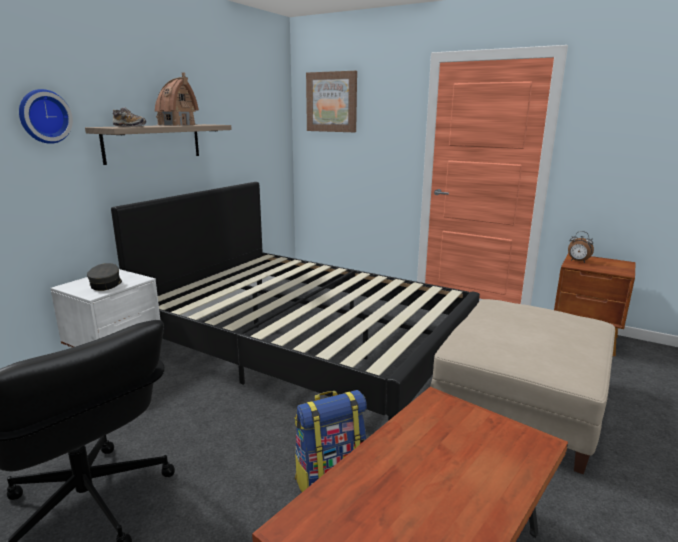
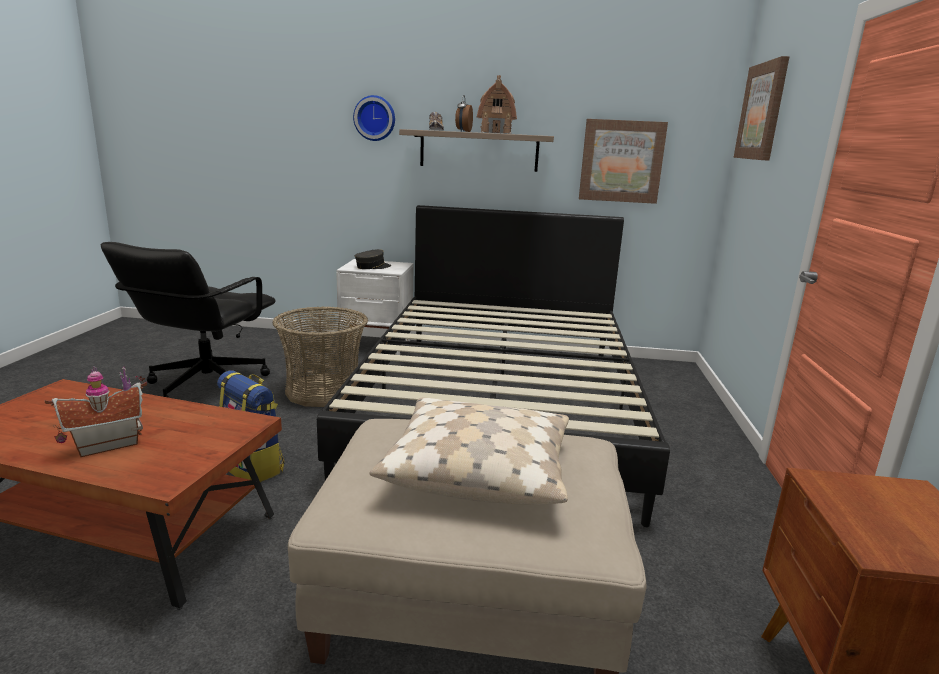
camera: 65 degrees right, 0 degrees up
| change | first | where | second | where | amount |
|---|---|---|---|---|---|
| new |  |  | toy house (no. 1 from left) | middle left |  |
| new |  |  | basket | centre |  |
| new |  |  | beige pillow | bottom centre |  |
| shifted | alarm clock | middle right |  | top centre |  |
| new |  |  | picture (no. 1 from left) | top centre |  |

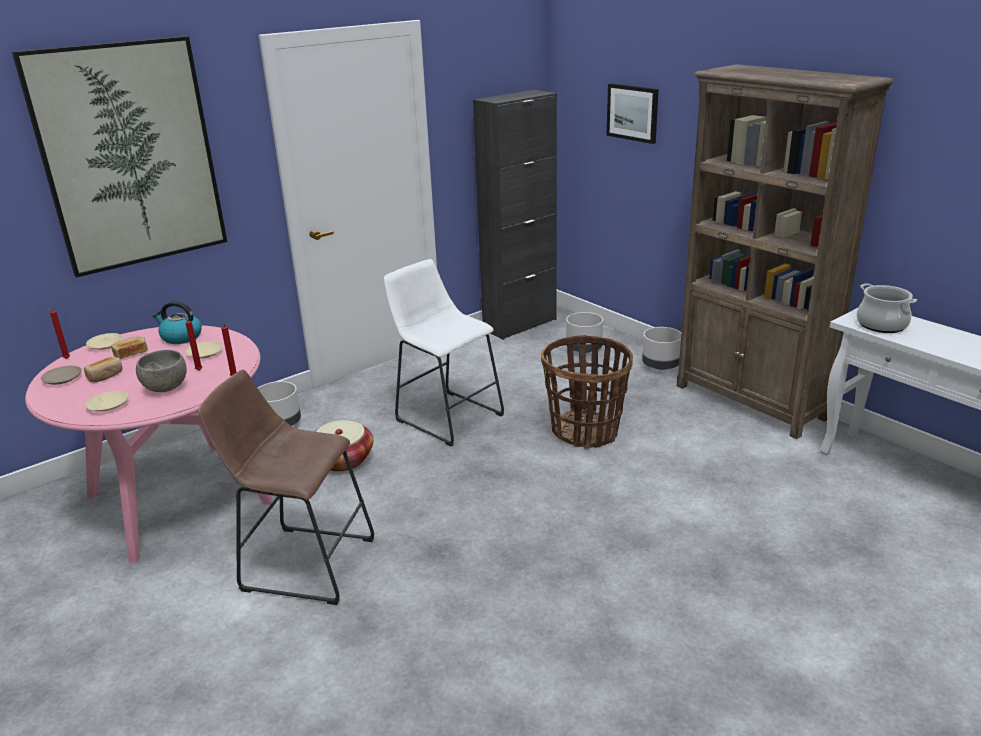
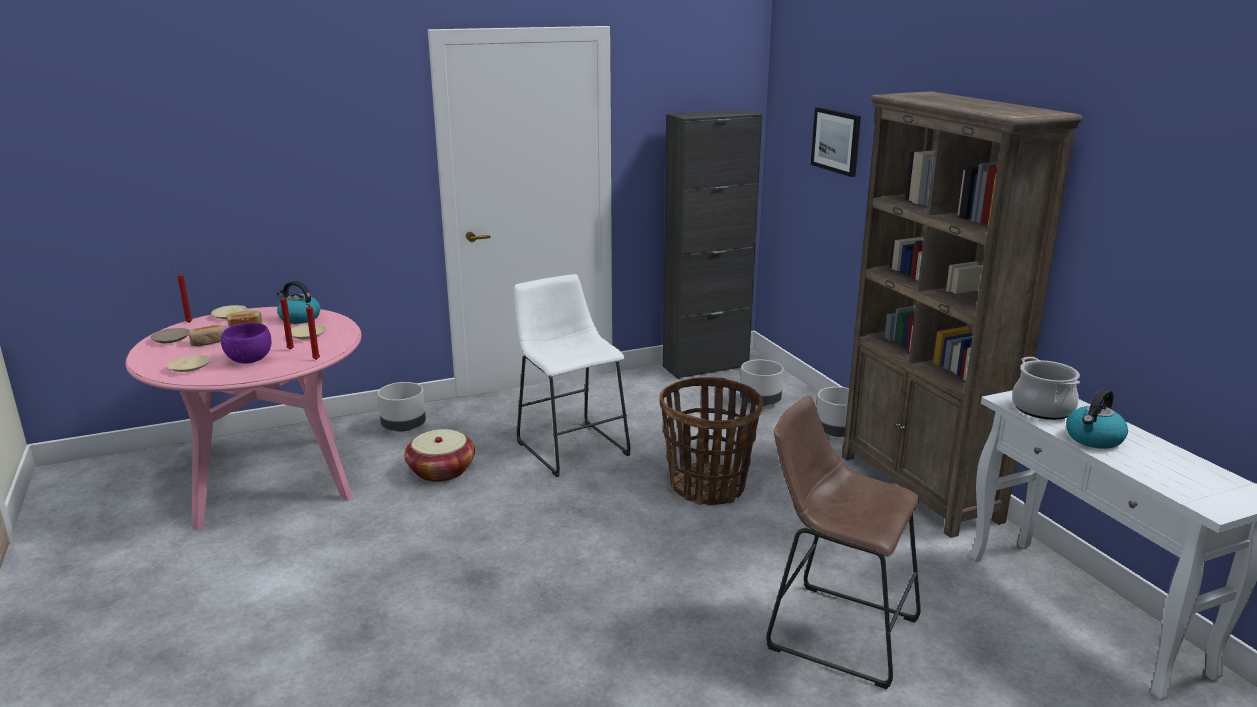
camera: 15 degrees right, 5 degrees down
| change | first | where | second | where | amount |
|---|---|---|---|---|---|
| repainted | grey bowl | middle left | purple bowl | middle left |  |
| shifted | brown stool | middle left |  | bottom right |  |
| new |  |  | kettle (no. 2 from left) | middle right |  |
| gone | picture (no. 1 from left) | top left |  |  |  |

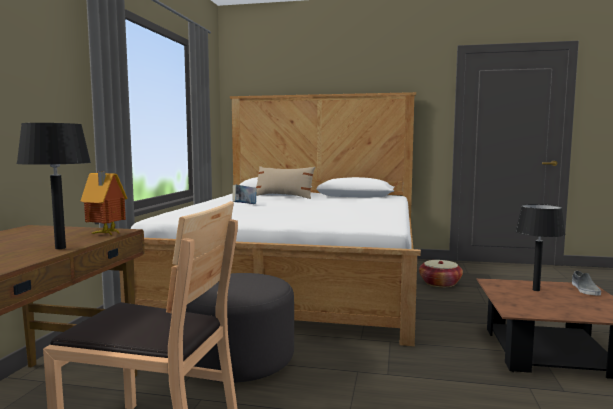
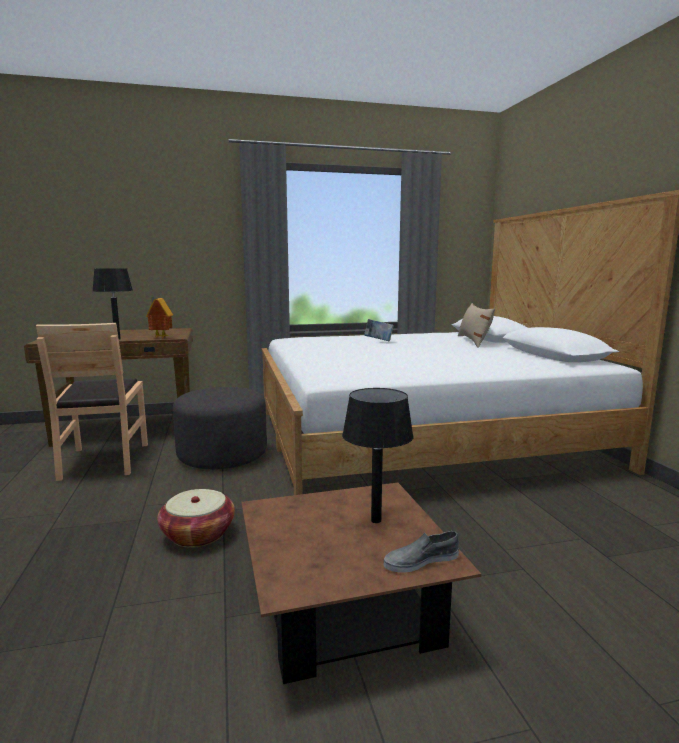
camera: 65 degrees right, 5 degrees up
| change | first | where | second | where | amount |
|---|---|---|---|---|---|
| shifted | basket | bottom right |  | bottom left |  |

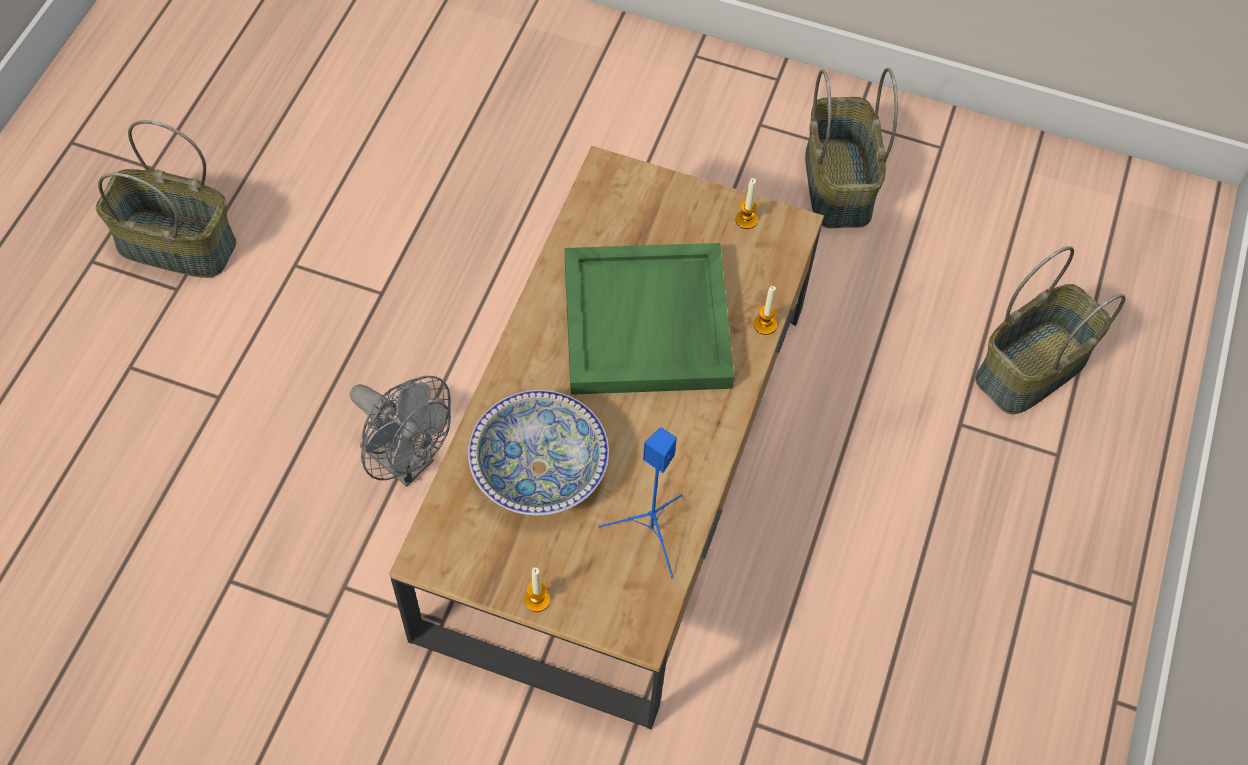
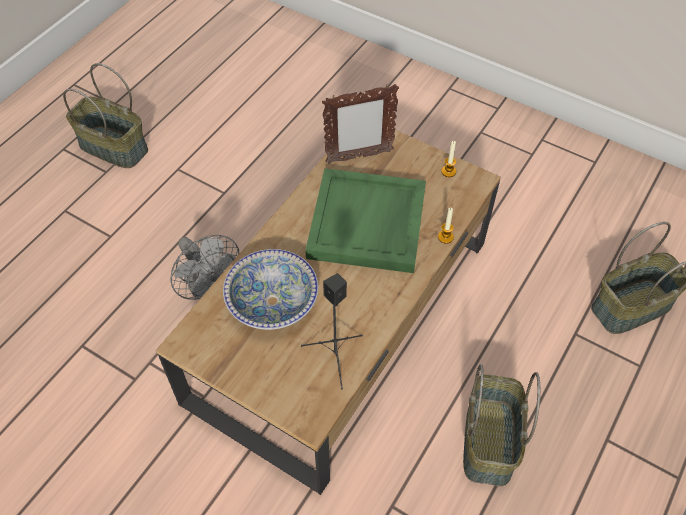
camera: 15 degrees right, 5 degrees down
| change | first | where | second | where | amount |
|---|---|---|---|---|---|
| repainted | blue speaker | centre | black speaker | centre |  |
| new |  |  | picture frame | top centre |  |
| shifted | basket (no. 2 from left) | top right |  | bottom right |  |
| gone | candle (no. 1 from left) | bottom centre |  |  |  |

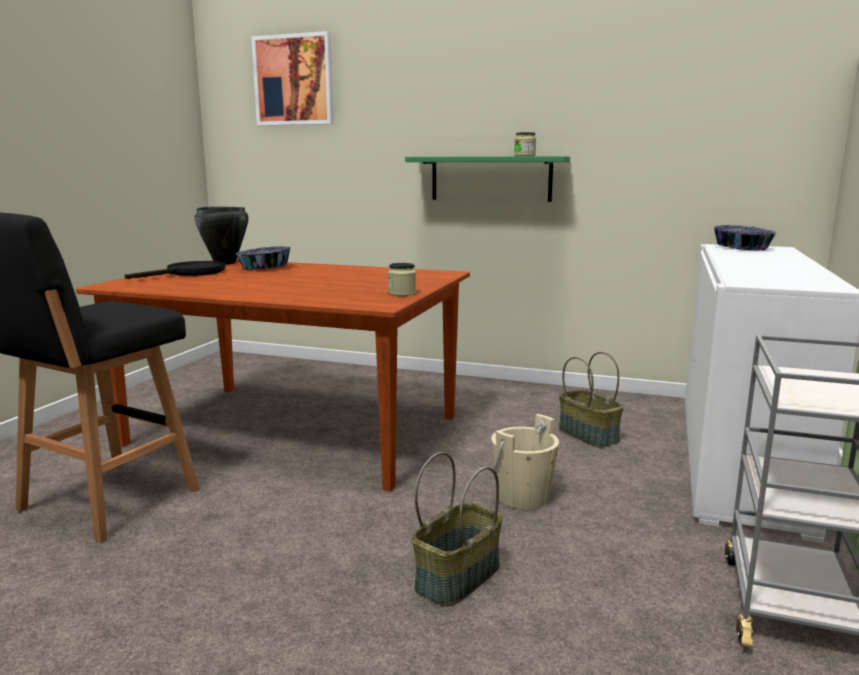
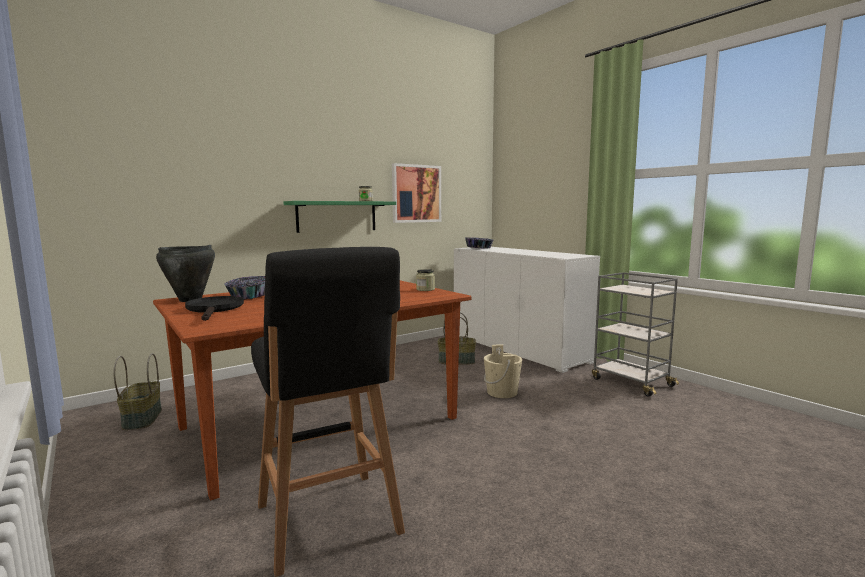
camera: 55 degrees left, 5 degrees down
| change | first | where | second | where | amount |
|---|---|---|---|---|---|
| shifted | basket (no. 1 from left) | bottom centre |  | bottom left |  |
| shifted | picture | top centre |  | centre |  |

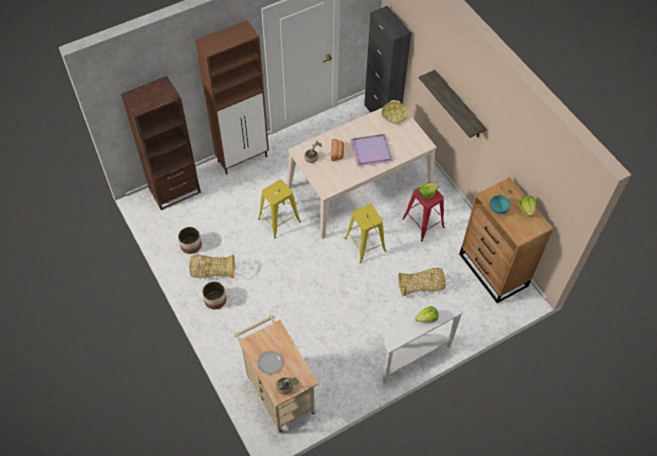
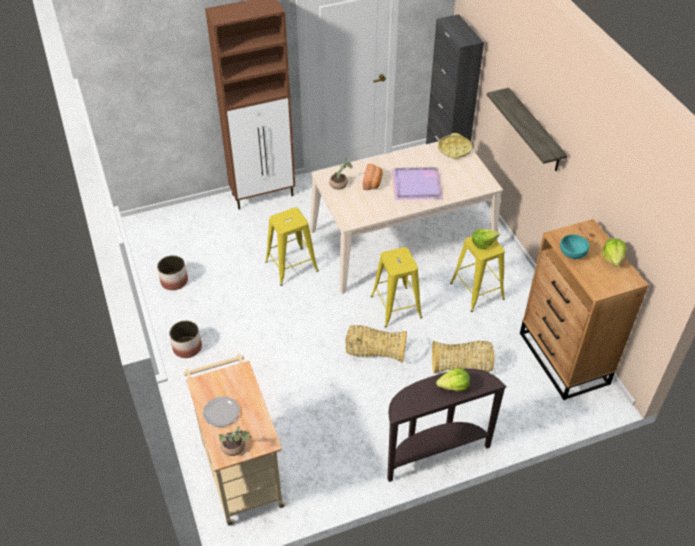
camera: 10 degrees right, 10 degrees down
| change | first | where | second | where | amount |
|---|---|---|---|---|---|
| shifted | basket (no. 1 from left) | middle left |  | centre |  |
| repainted | white console table | bottom centre | brown console table | bottom centre |  |
| repainted | red stool | centre | yellow stool (no. 3 from left) | middle right |  |
| gone | brown bookcase | top left |  |  |  |

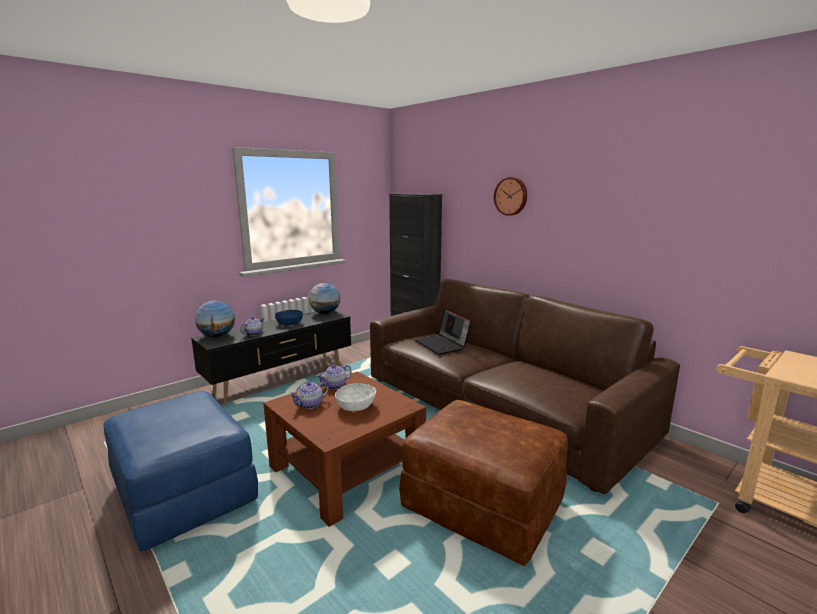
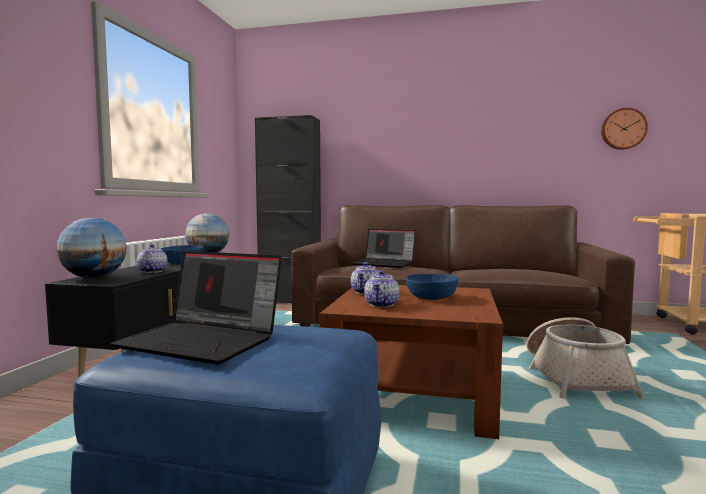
camera: 35 degrees left, 10 degrees down
| change | first | where | second | where | amount |
|---|---|---|---|---|---|
| new |  |  | laptop (no. 1 from left) | middle left |  |
| repainted | white bowl | centre | blue bowl (no. 2 from left) | centre |  |
| swapped | brown ottoman | bottom centre | basket | bottom right |  |
| shifted | wall clock | top centre |  | top right |  |

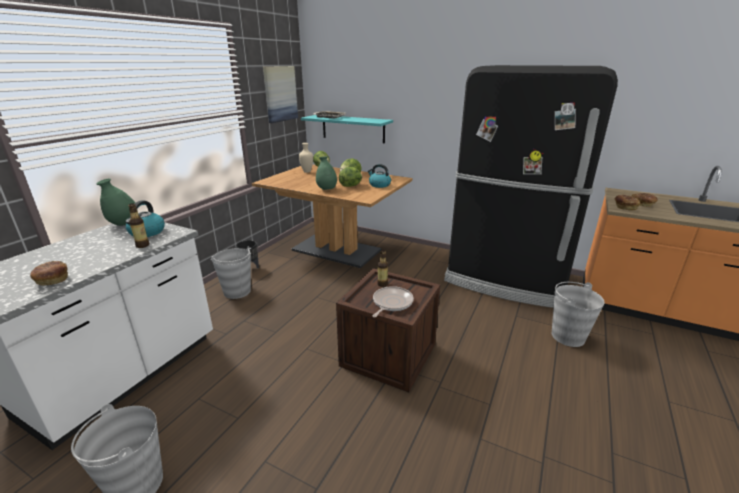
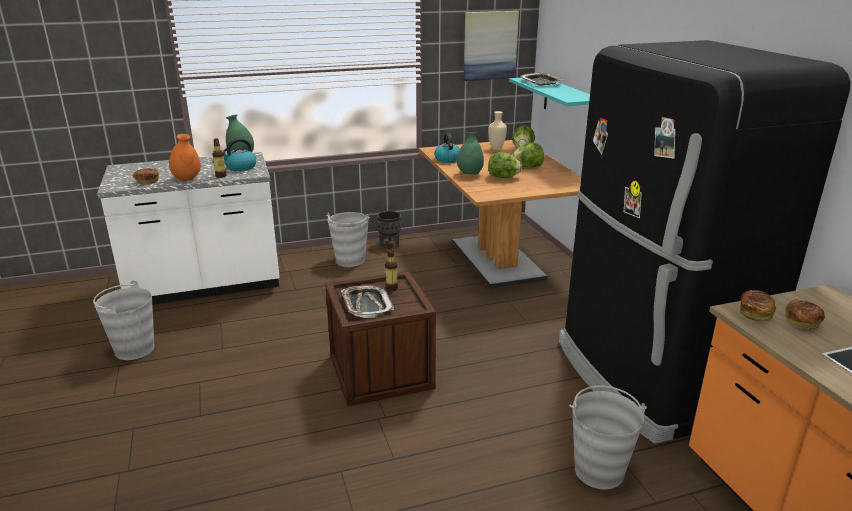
camera: 45 degrees right, 0 degrees up
| change | first | where | second | where | amount |
|---|---|---|---|---|---|
| new |  |  | orange vase | top left |  |
| swapped | frying pan | centre | tray (no. 1 from left) | centre |  |
| shifted | kettle (no. 2 from left) | centre |  | top centre |  |

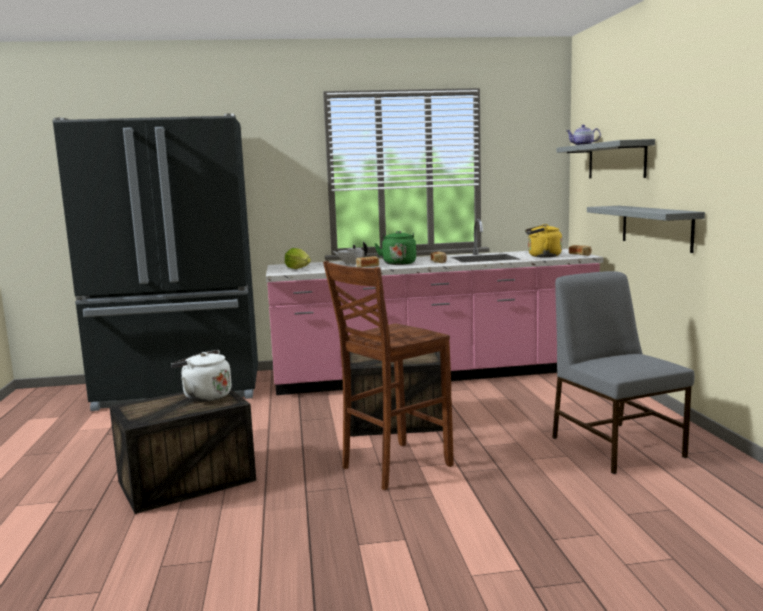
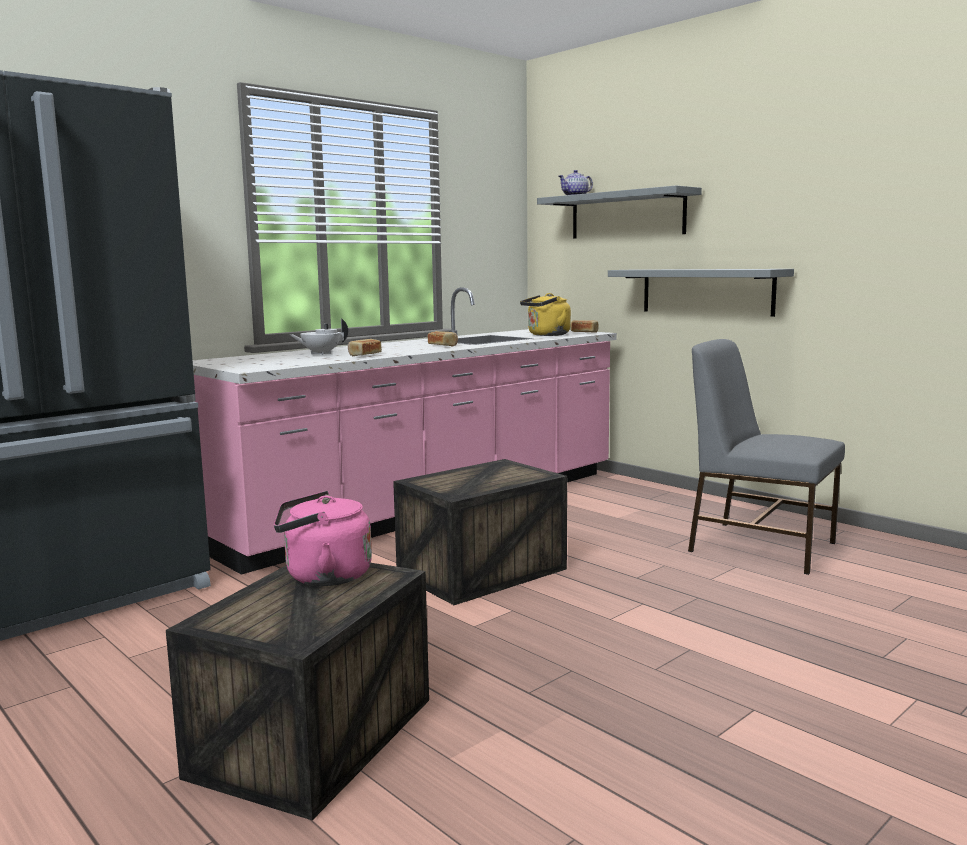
camera: 35 degrees left, 0 degrees up
| change | first | where | second | where | amount |
|---|---|---|---|---|---|
| repainted | white kettle | middle left | pink kettle | centre |  |
| gone | lettuce | centre |  |  |  |
| gone | brown stool | centre |  |  |  |
| gone | green kettle | centre |  |  |  |

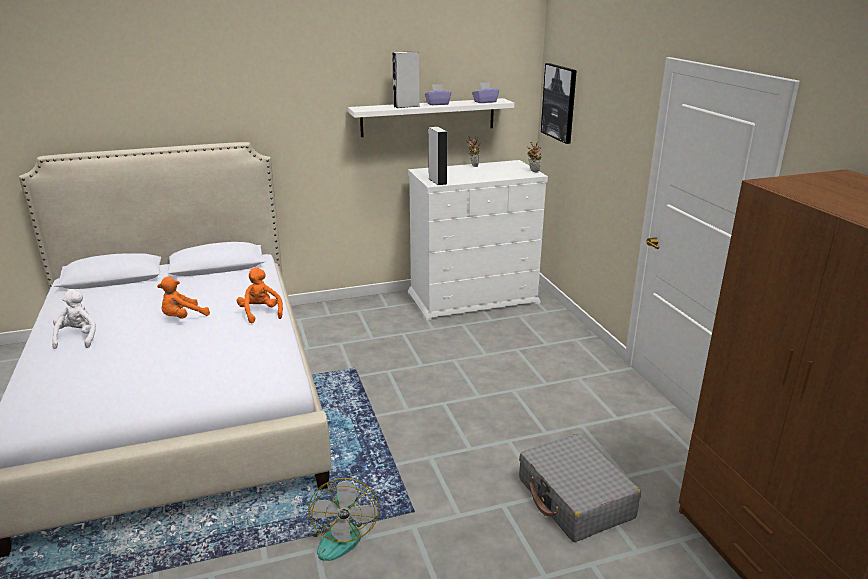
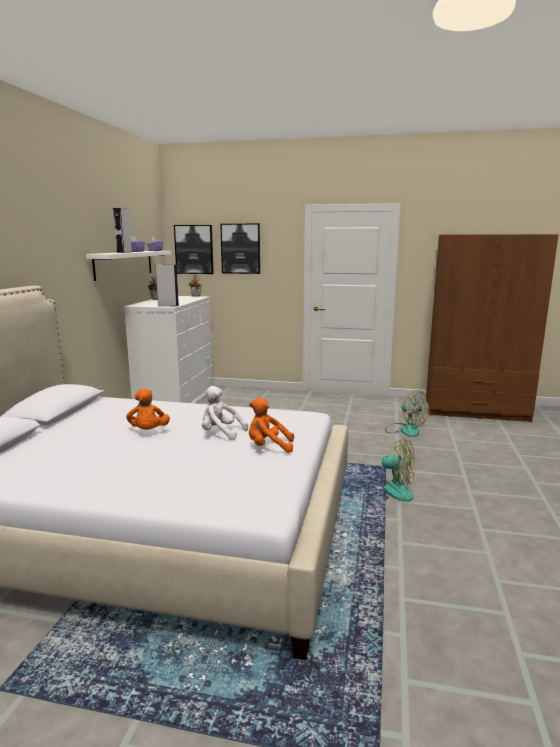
camera: 60 degrees left, 10 degrees down
| change | first | where | second | where | amount |
|---|---|---|---|---|---|
| shifted | white plush toy | middle left |  | centre |  |
| new |  |  | picture (no. 2 from left) | centre |  |
| shifted | orange plush toy (no. 2 from left) | middle left |  | centre |  |
| swapped | grey suitcase | bottom right | fan (no. 2 from left) | middle right |  |

